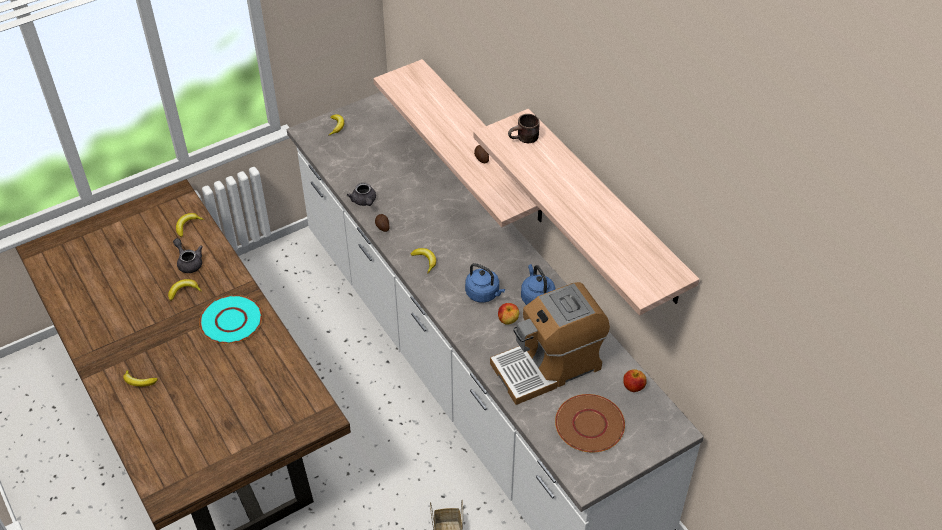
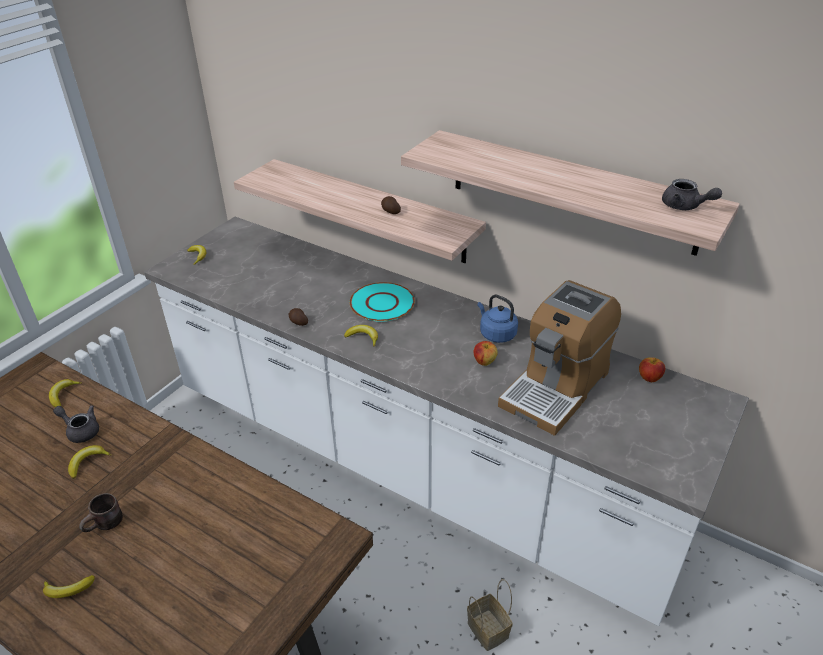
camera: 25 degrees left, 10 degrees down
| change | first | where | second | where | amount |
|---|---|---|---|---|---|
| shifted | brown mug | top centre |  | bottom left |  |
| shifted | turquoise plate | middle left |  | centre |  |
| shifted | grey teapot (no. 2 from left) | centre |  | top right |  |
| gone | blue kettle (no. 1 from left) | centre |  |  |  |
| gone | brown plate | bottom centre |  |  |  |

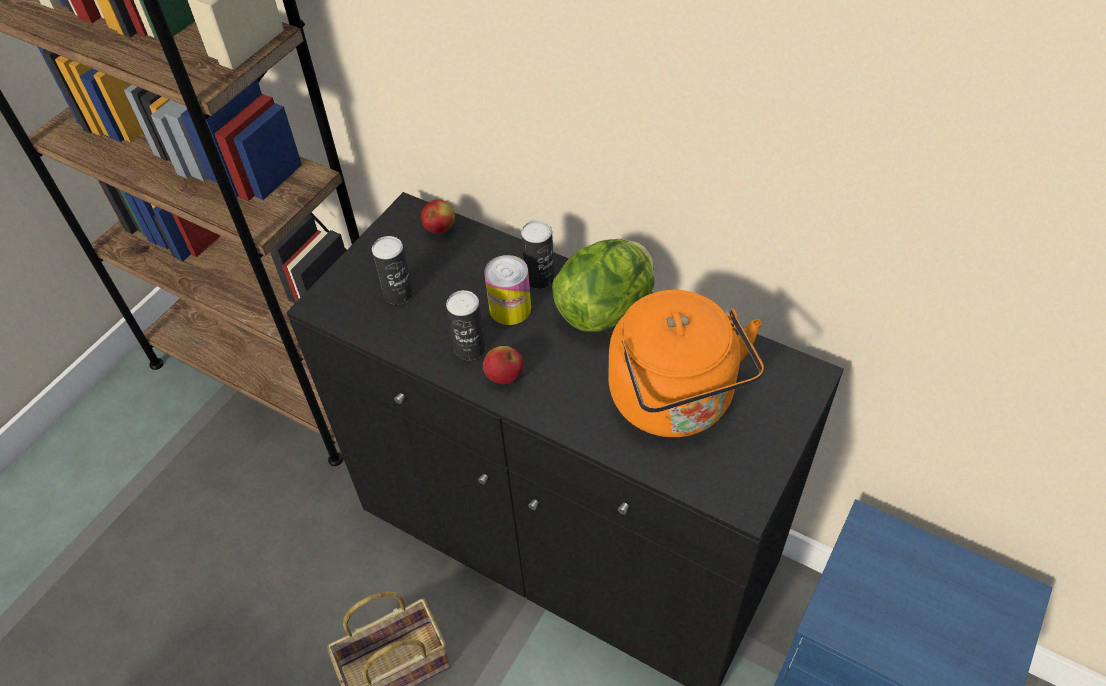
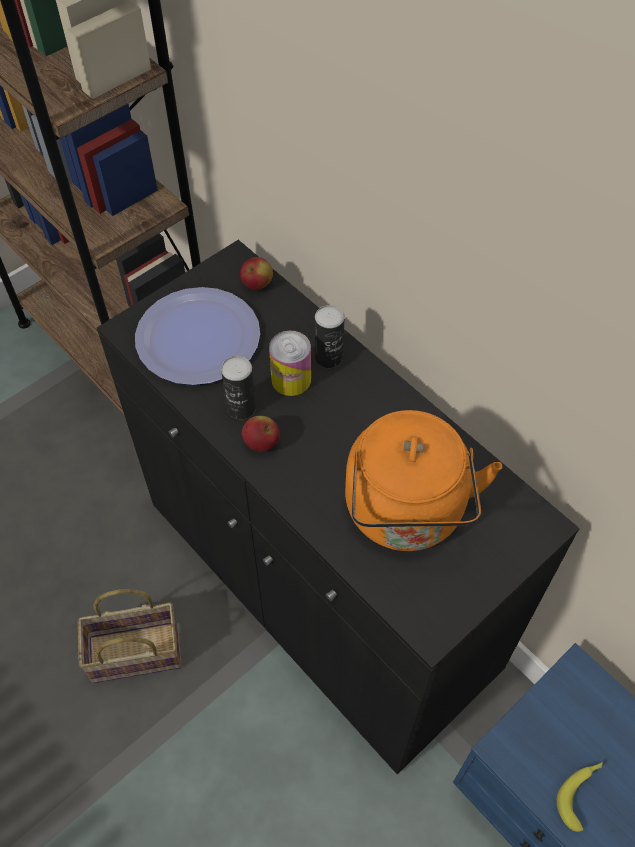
camera: 15 degrees right, 5 degrees up
| change | first | where | second | where | amount |
|---|---|---|---|---|---|
| swapped | can (no. 1 from left) | centre | plate | middle left |  |
| new |  |  | banana | bottom right |  |
| gone | lettuce | centre |  |  |  |

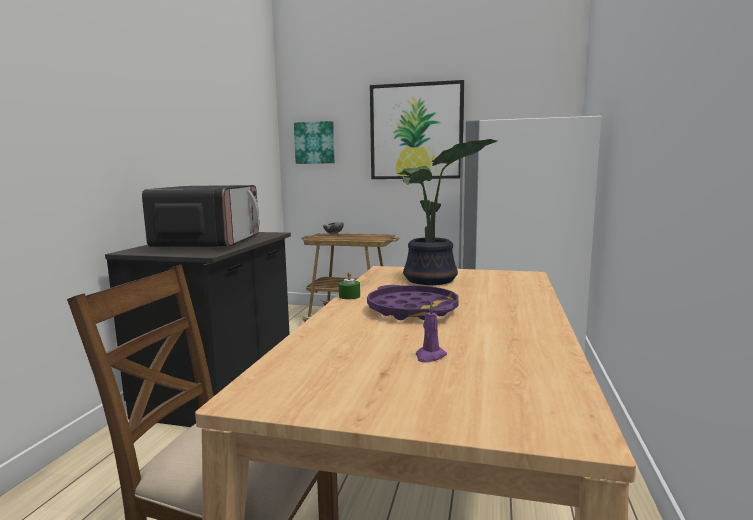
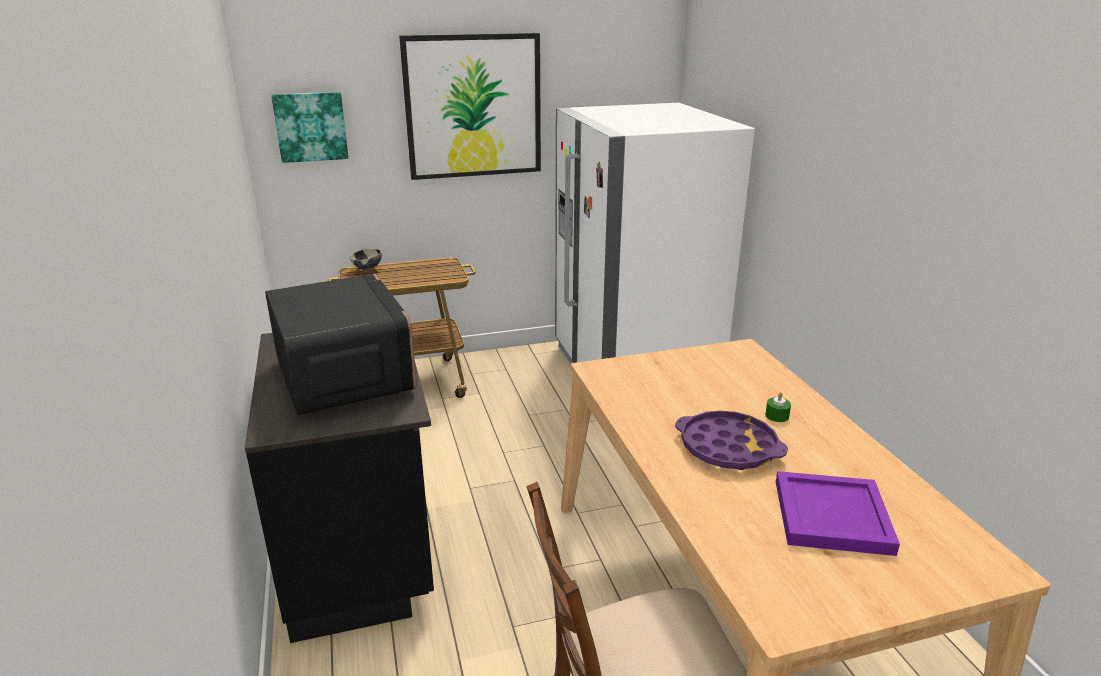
camera: 30 degrees left, 15 degrees up
| change | first | where | second | where | amount |
|---|---|---|---|---|---|
| shifted | green candle | centre |  | middle right |  |
| swapped | purple candle | centre | purple tray (no. 2 from left) | bottom right |  |
| gone | potted plant | centre |  |  |  |

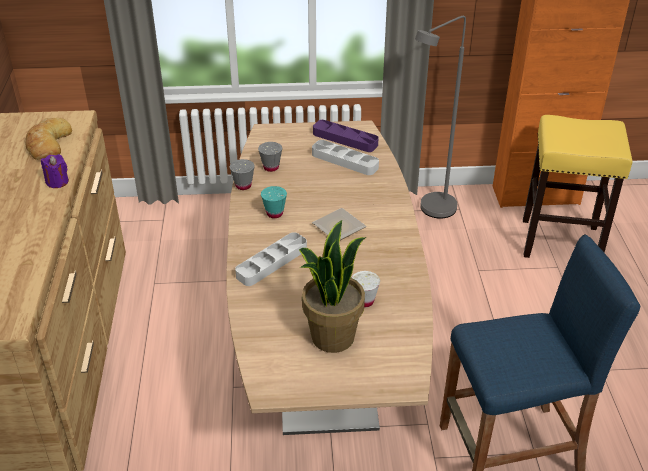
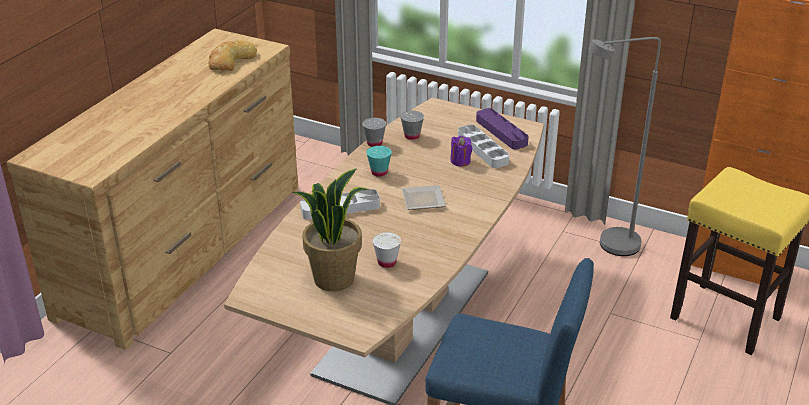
camera: 30 degrees right, 5 degrees down
| change | first | where | second | where | amount |
|---|---|---|---|---|---|
| shifted | purple candle | middle left |  | centre |  |

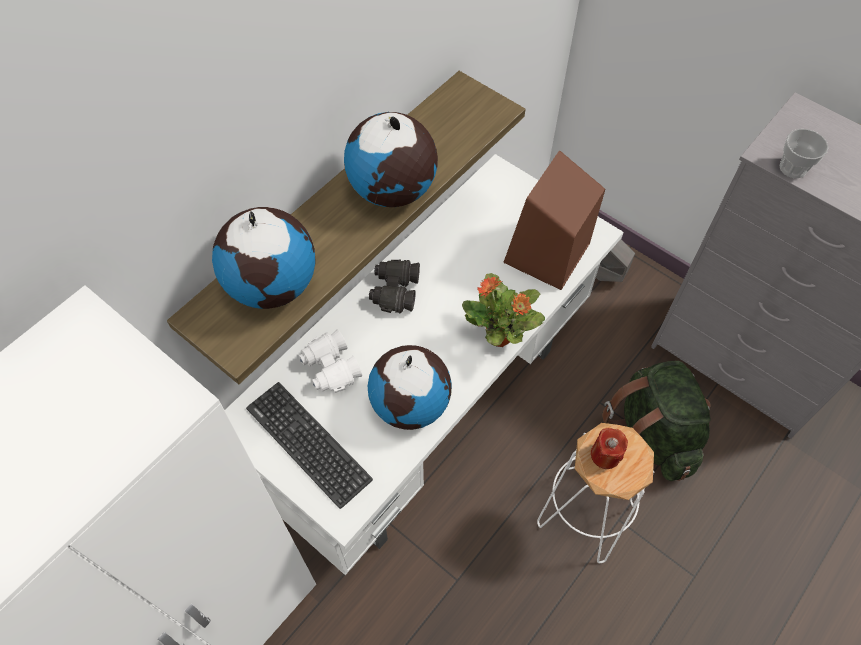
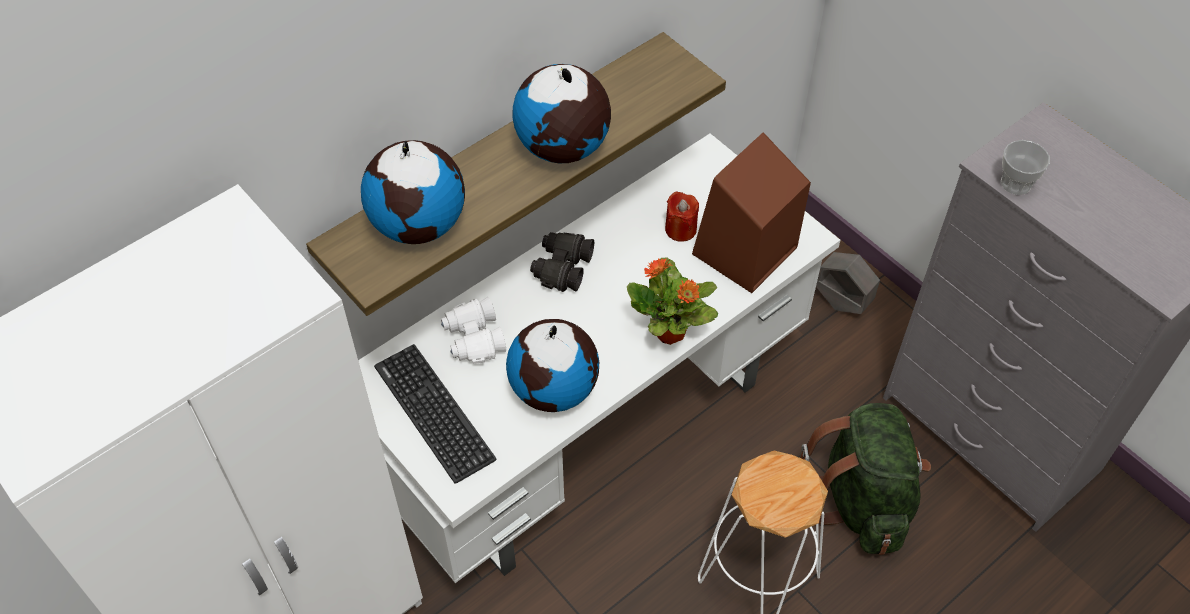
camera: 10 degrees right, 5 degrees down
| change | first | where | second | where | amount |
|---|---|---|---|---|---|
| shifted | red candle | bottom right |  | centre |  |

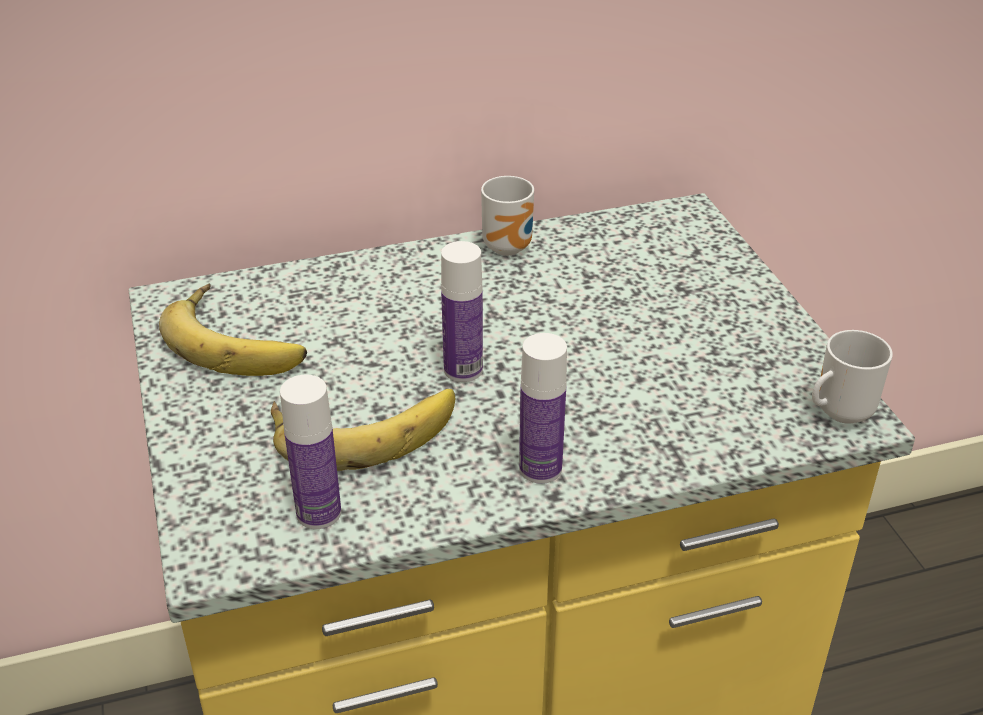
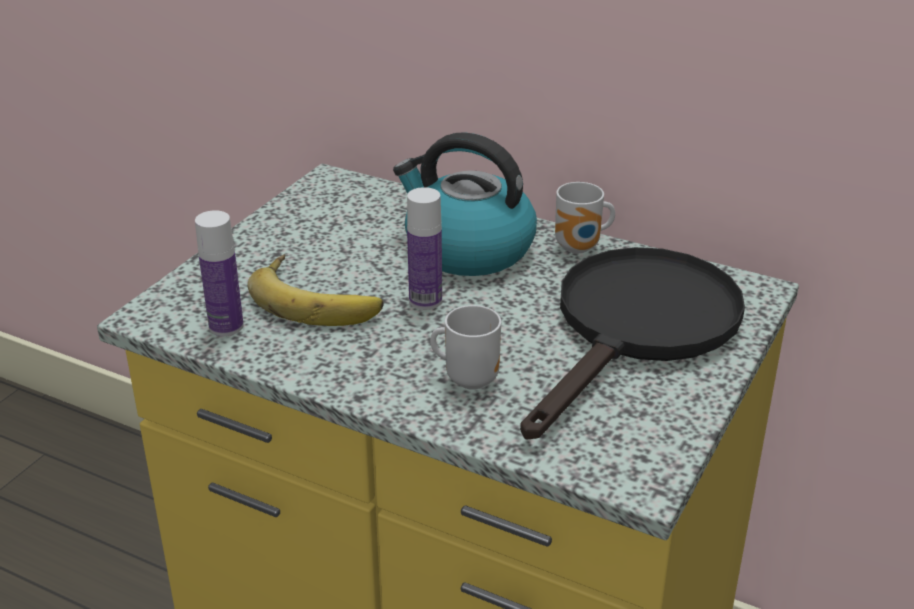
camera: 45 degrees right, 5 degrees down
| change | first | where | second | where | amount |
|---|---|---|---|---|---|
| new |  |  | kettle | centre |  |
| shifted | mug (no. 2 from left in the first image) | middle right | mug (no. 1 from left) | centre |  |
| new |  |  | black frying pan | middle right |  |
| gone | banana (no. 1 from left) | middle left |  |  |  |
| gone | bottle (no. 3 from left) | centre |  |  |  |

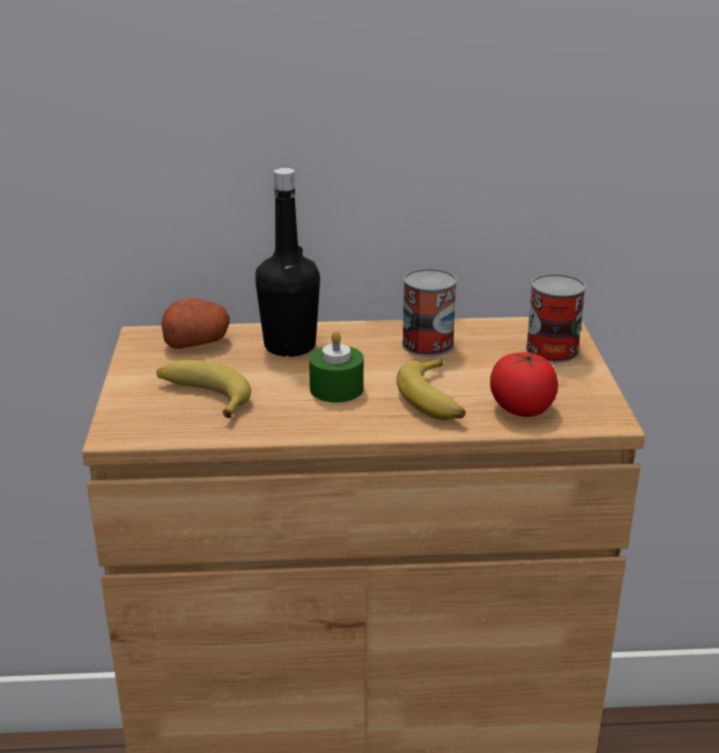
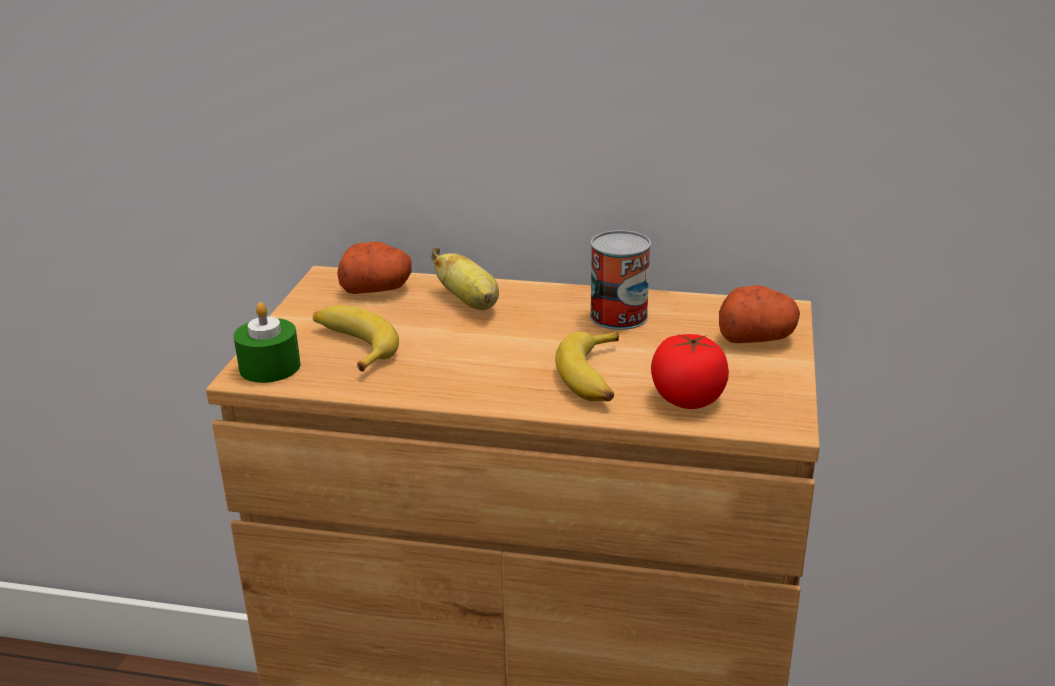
camera: 15 degrees right, 0 degrees up
| change | first | where | second | where | amount |
|---|---|---|---|---|---|
| shifted | green candle | centre |  | middle left |  |
| swapped | black bottle | centre | banana (no. 2 from left) | centre |  |
| swapped | can (no. 2 from left) | middle right | potato (no. 2 from left) | middle right |  |

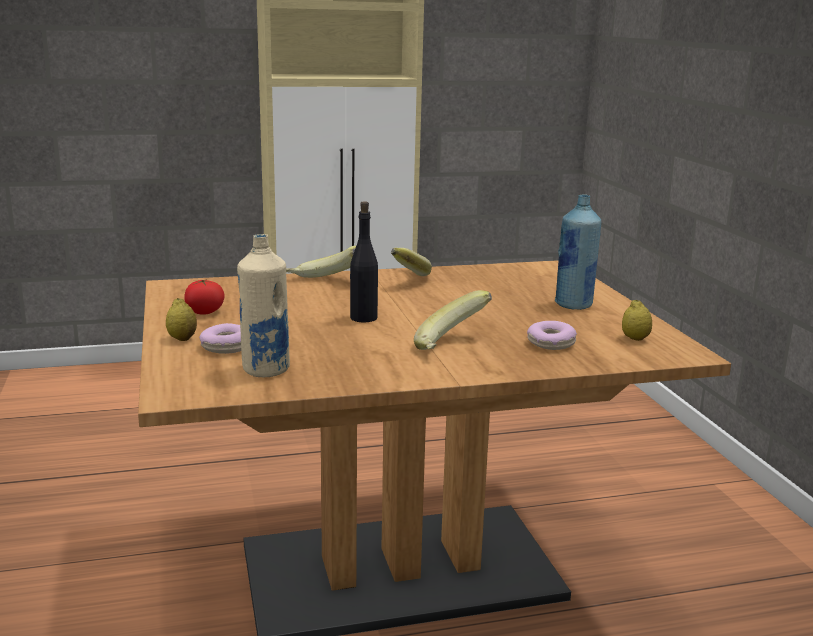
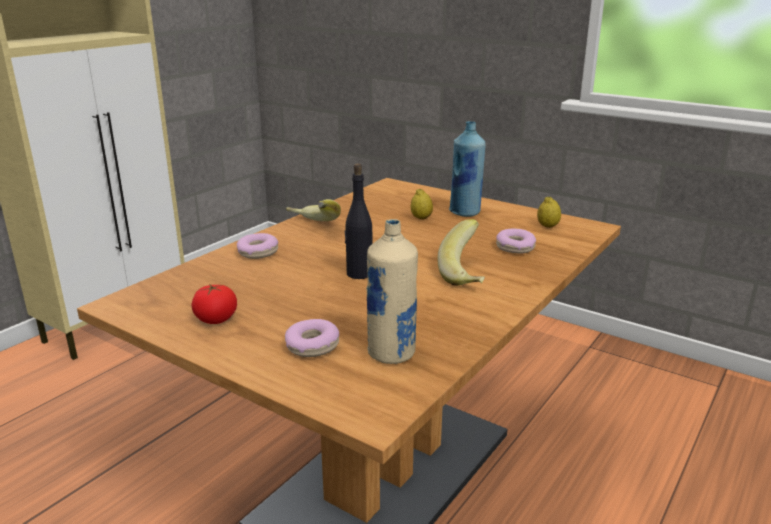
camera: 40 degrees left, 5 degrees up
| change | first | where | second | where | amount |
|---|---|---|---|---|---|
| swapped | banana (no. 1 from left) | centre | donut (no. 1 from left) | centre |  |
| shifted | lemon (no. 1 from left) | middle left |  | centre |  |

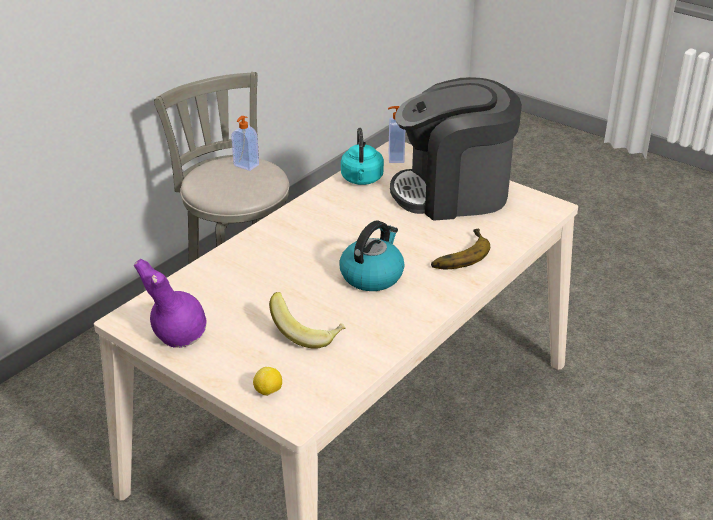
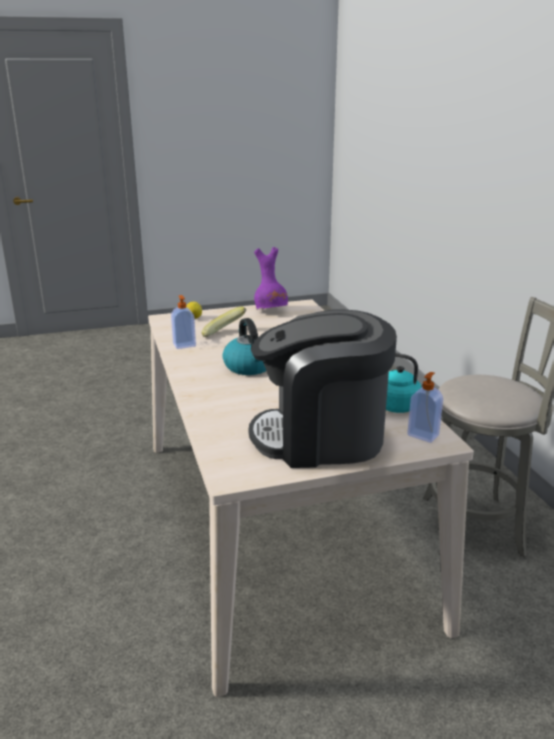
camera: 125 degrees right, 10 degrees down
| change | first | where | second | where | amount |
|---|---|---|---|---|---|
| shifted | soap dispenser (no. 1 from left) | top centre |  | middle left |  |
| rotated | coffee machine | top centre |  | centre | 120 degrees counterclockwise |
| gone | banana (no. 2 from left) | centre |  |  |  |

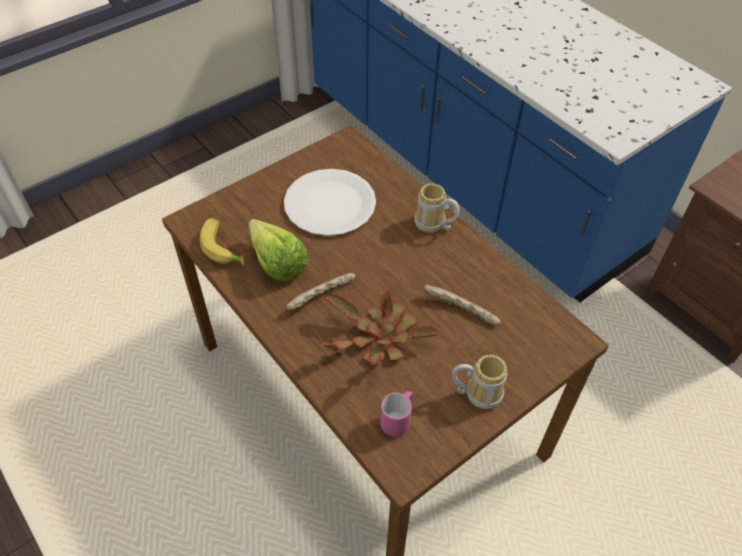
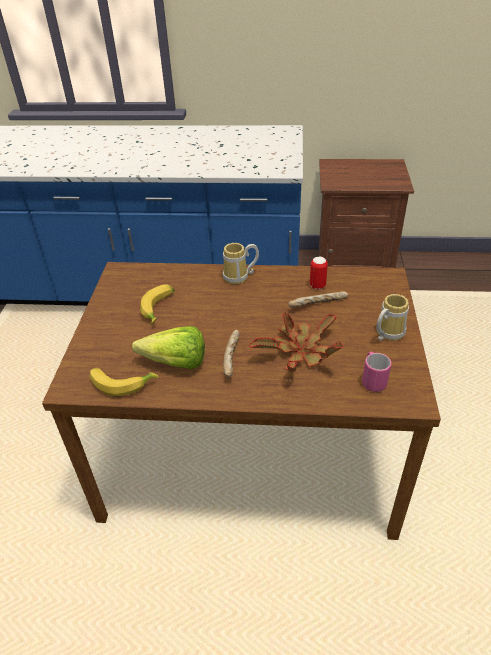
camera: 45 degrees left, 10 degrees down
| change | first | where | second | where | amount |
|---|---|---|---|---|---|
| swapped | white plate | centre | banana (no. 2 from left) | middle left |  |
| new |  |  | can | centre |  |

